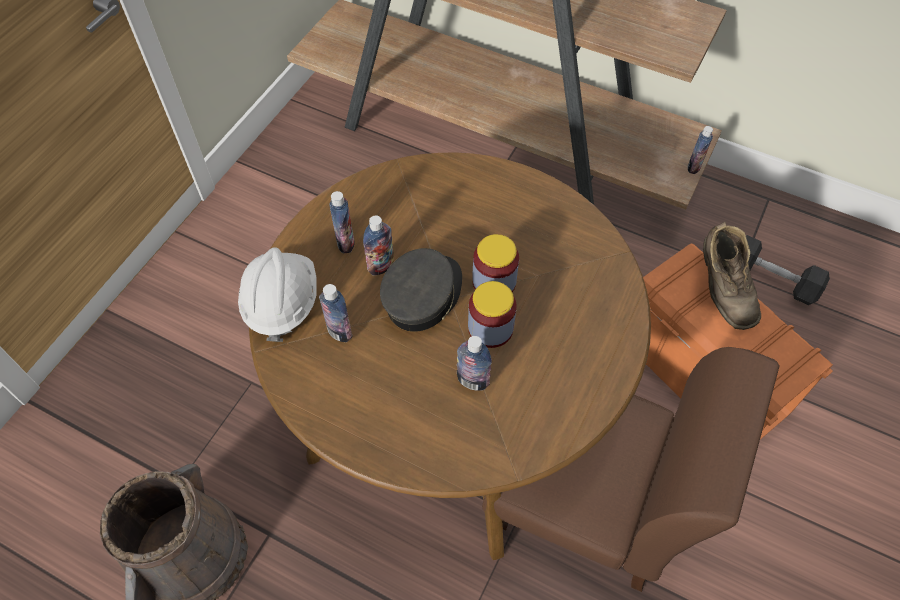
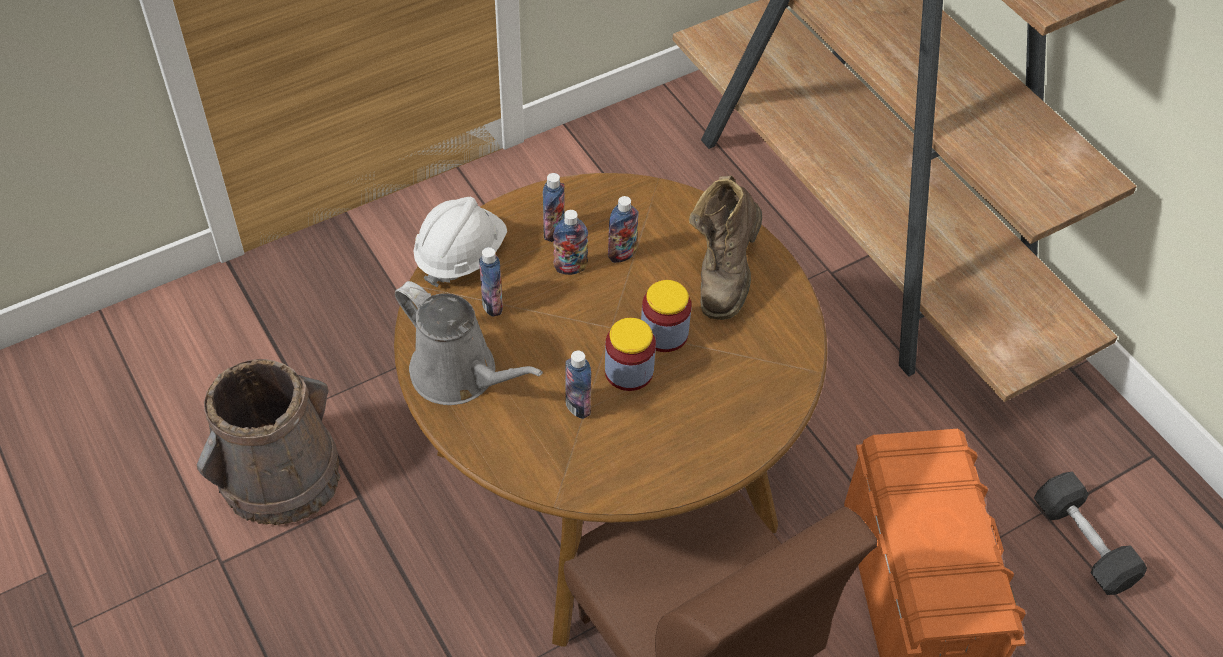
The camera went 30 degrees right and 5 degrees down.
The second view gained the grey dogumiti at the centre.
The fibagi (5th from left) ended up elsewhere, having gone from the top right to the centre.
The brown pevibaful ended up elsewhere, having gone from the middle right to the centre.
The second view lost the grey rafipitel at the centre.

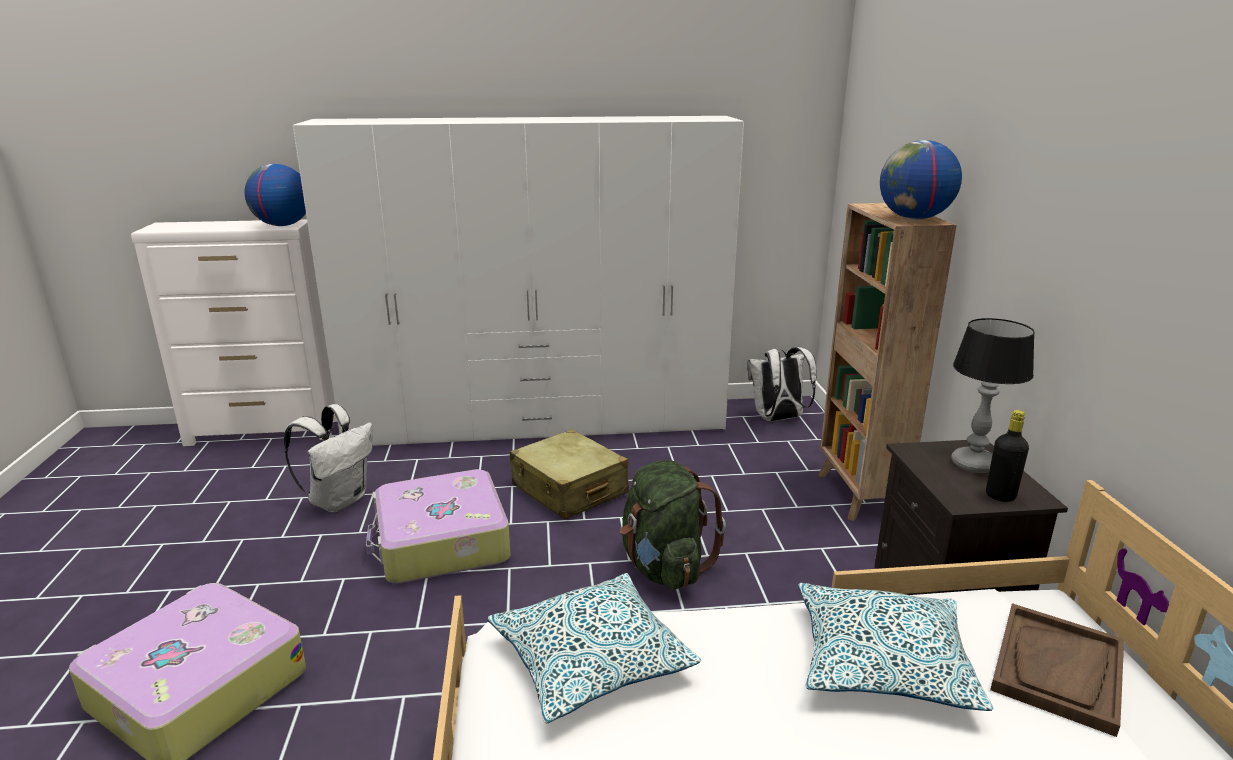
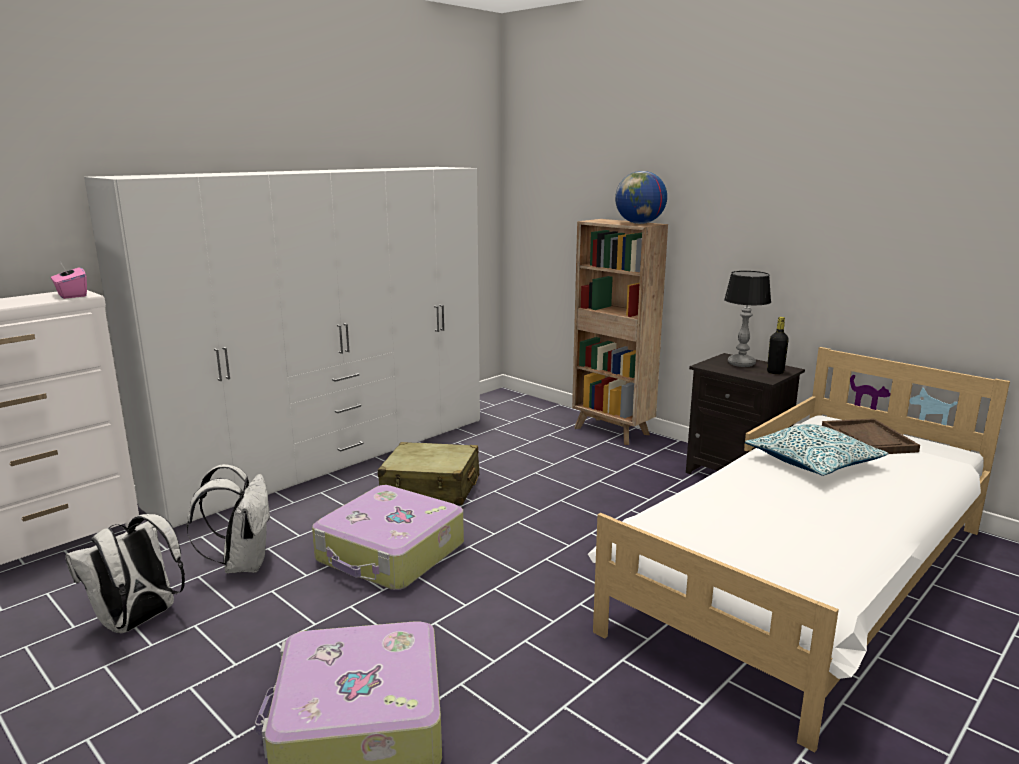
The camera went 40 degrees left and 5 degrees down.
Where the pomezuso (1st from left) stood at the top left, the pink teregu came to stand at the middle left.
The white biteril (2nd from left in the first image) ended up elsewhere, having gone from the centre to the bottom left.
The second view lost the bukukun (1st from left) at the bottom centre.
The second view lost the green biteril at the bottom centre.

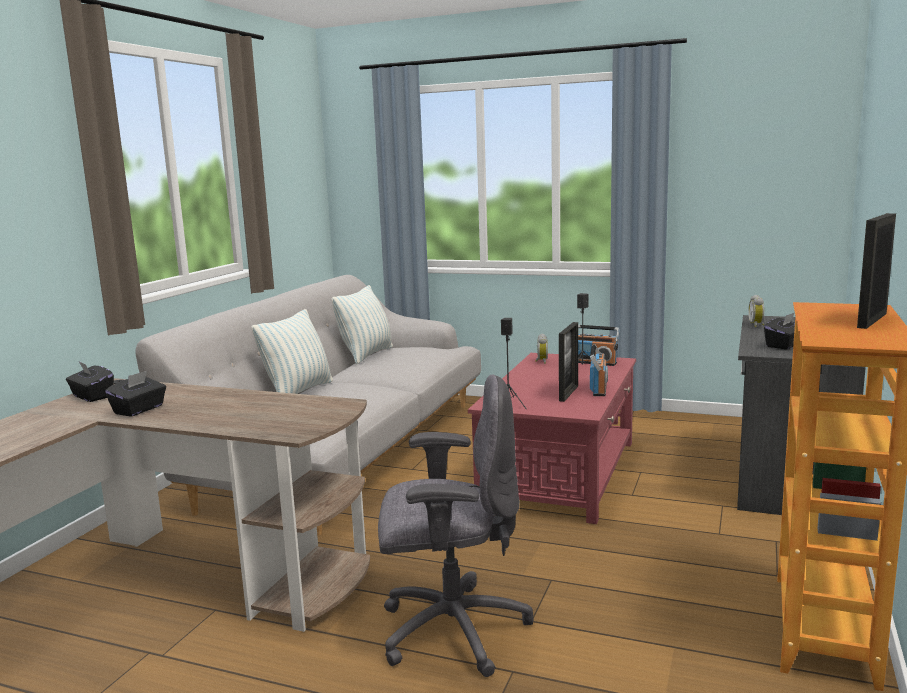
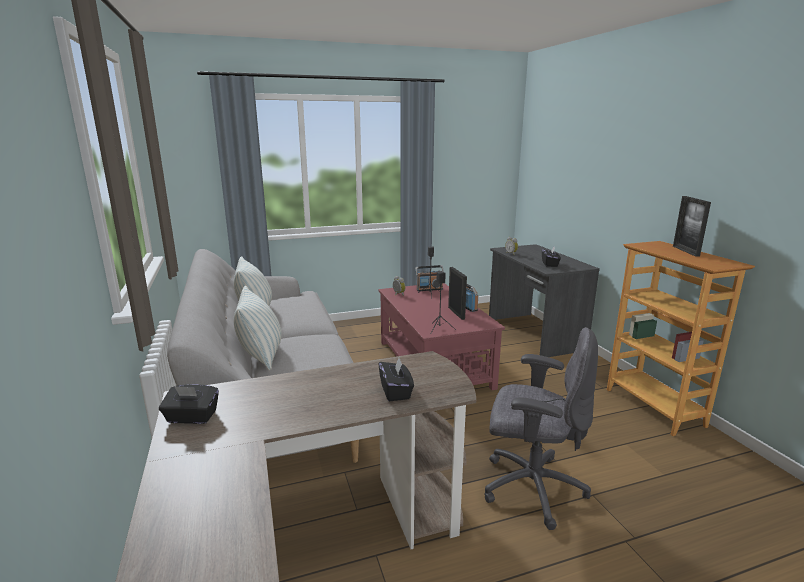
The camera went 40 degrees left and 5 degrees up.
The black teregu (2nd from left) ended up elsewhere, having gone from the middle left to the centre.
The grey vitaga at the bottom centre ended up facing another way, 60 degrees clockwise from before.

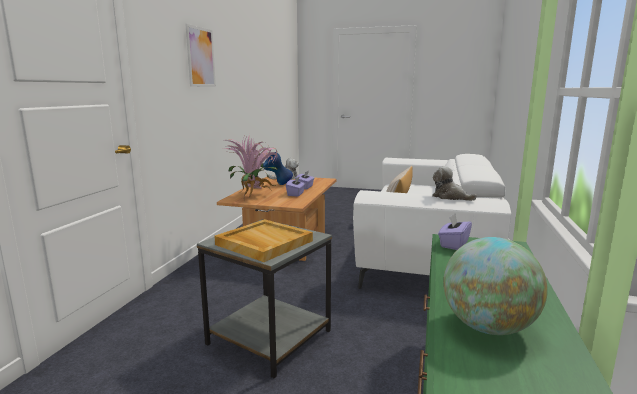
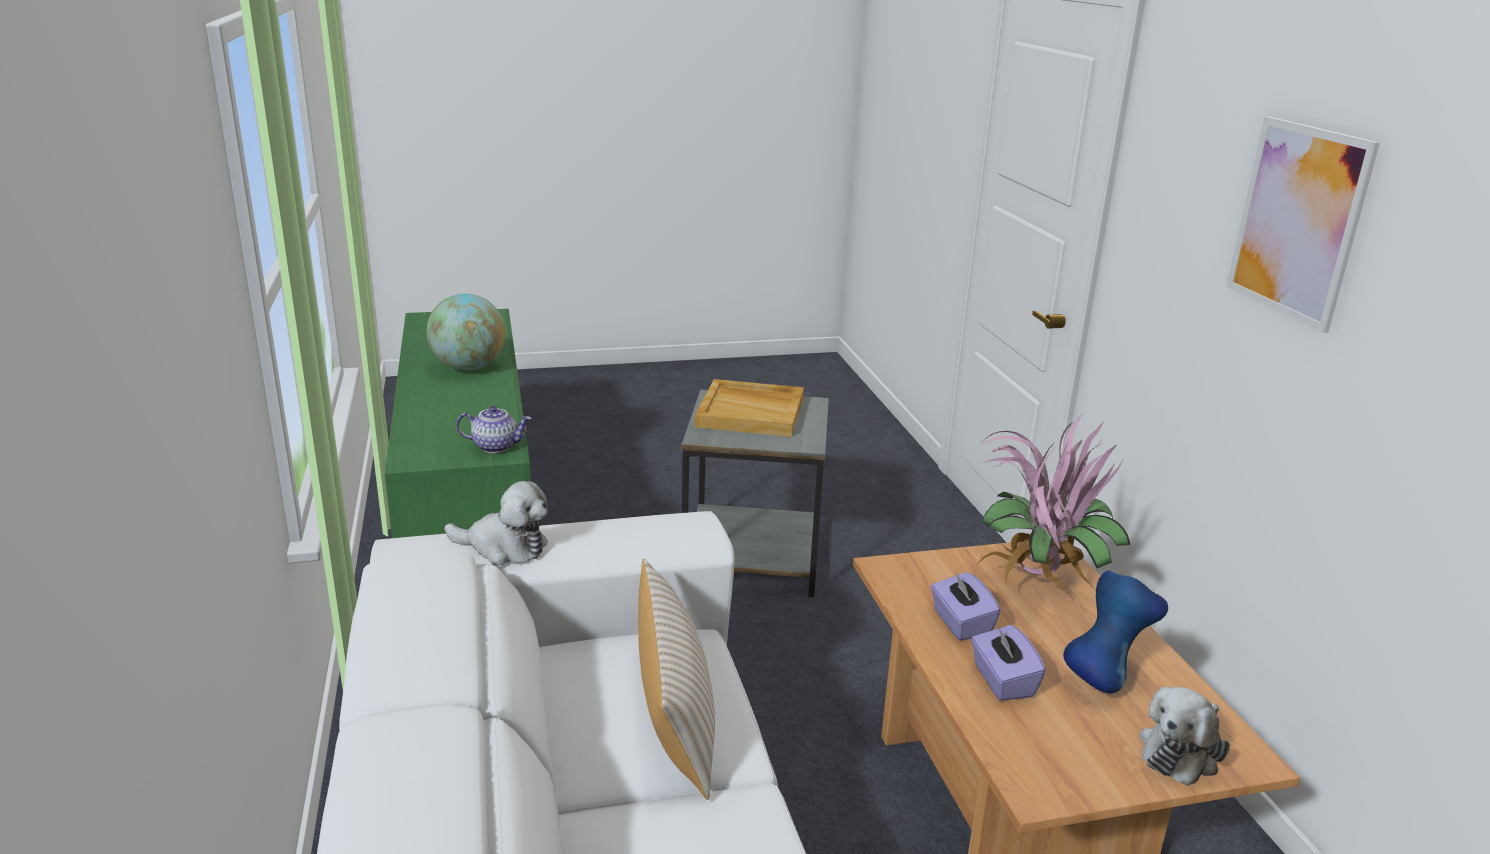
The camera went 150 degrees right and 10 degrees up.
Where the purple teregu (3rd from left) stood at the middle right, the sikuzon came to stand at the middle left.

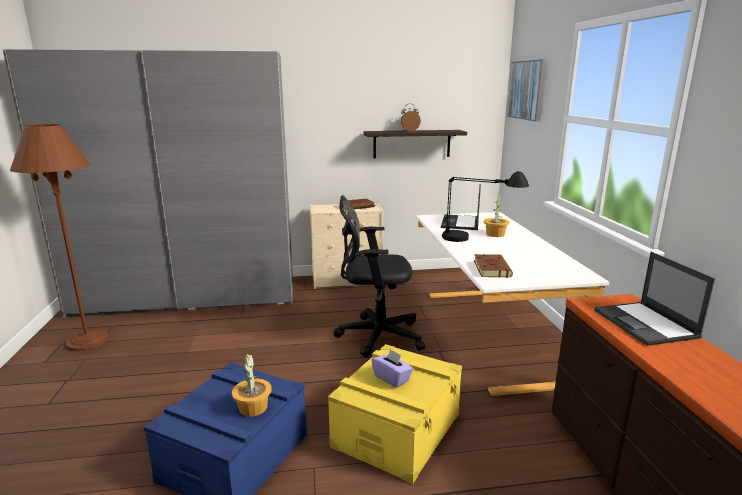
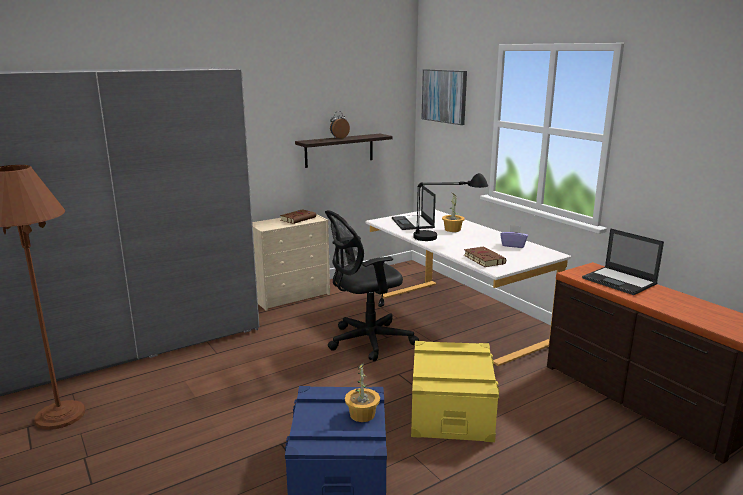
The camera went 25 degrees left and 0 degrees up.
The purple teregu ended up elsewhere, having gone from the bottom centre to the middle right.

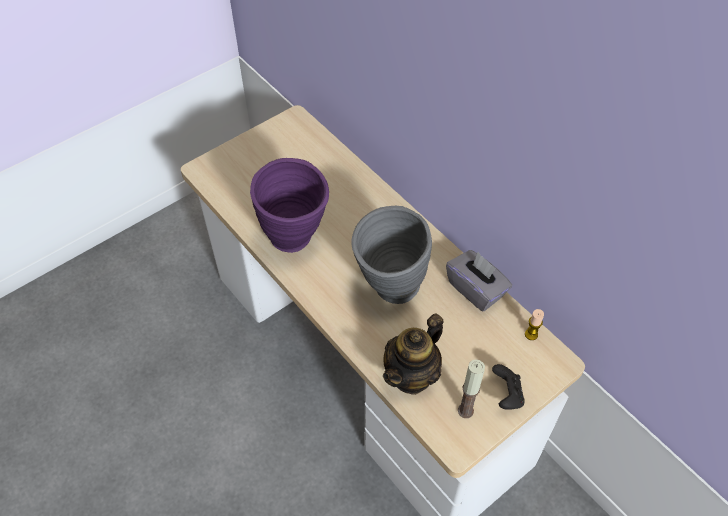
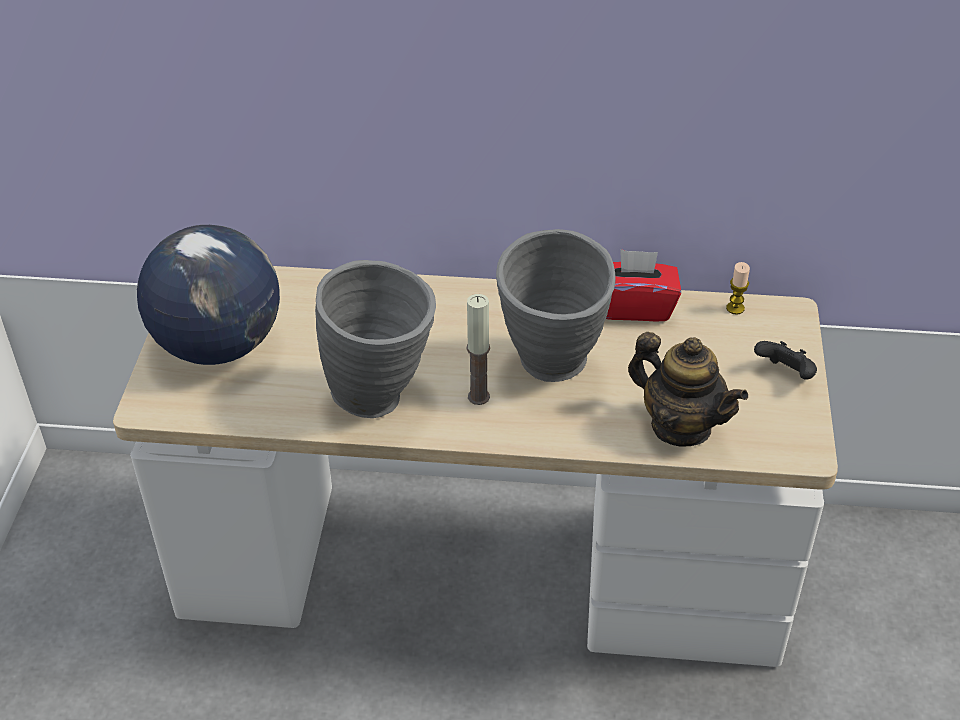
The camera went 45 degrees left and 10 degrees down.
The second view gained the pomezuso at the middle left.
What was the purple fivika at the centre turned into the grey fivika (1st from left) at the centre.
The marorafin (1st from left) ended up elsewhere, having gone from the bottom centre to the centre.
What was the grey teregu at the centre turned into the red teregu at the middle right.
The sikuzon at the bottom centre ended up facing another way, 45 degrees counterclockwise from before.

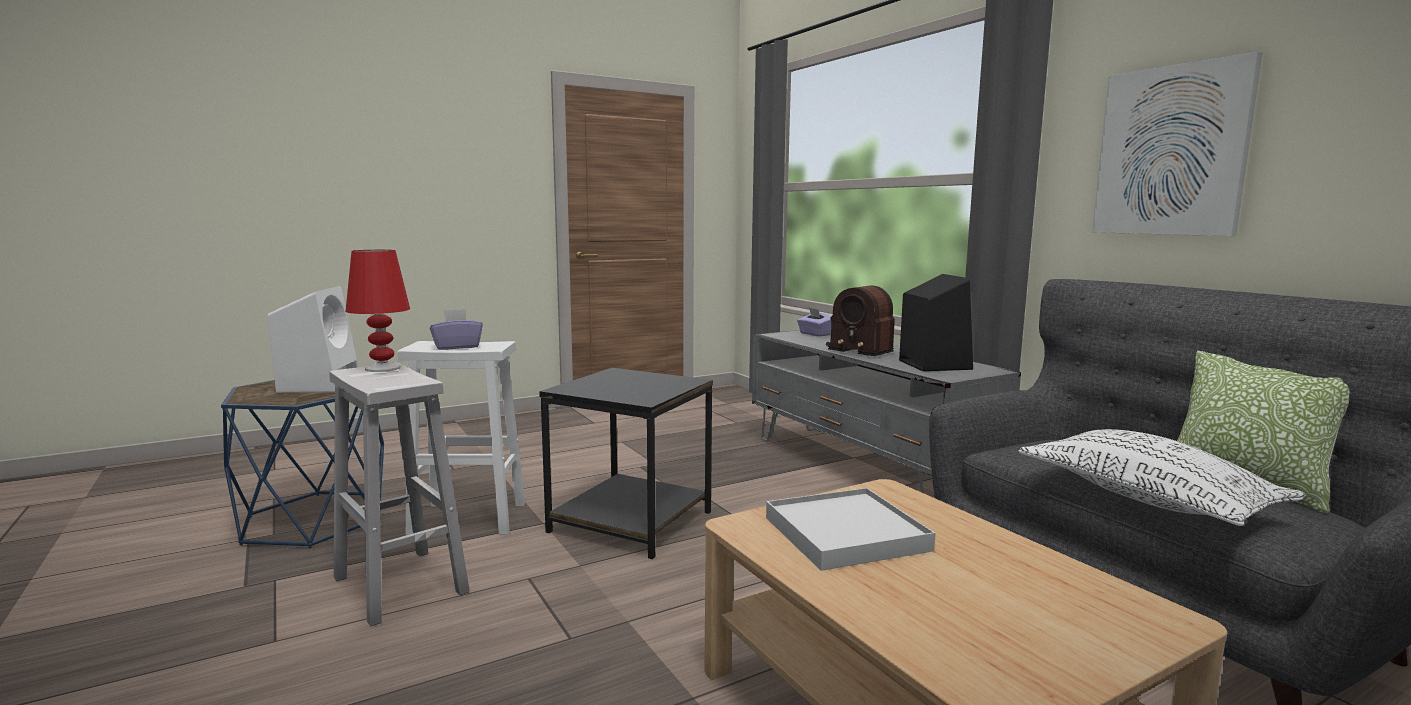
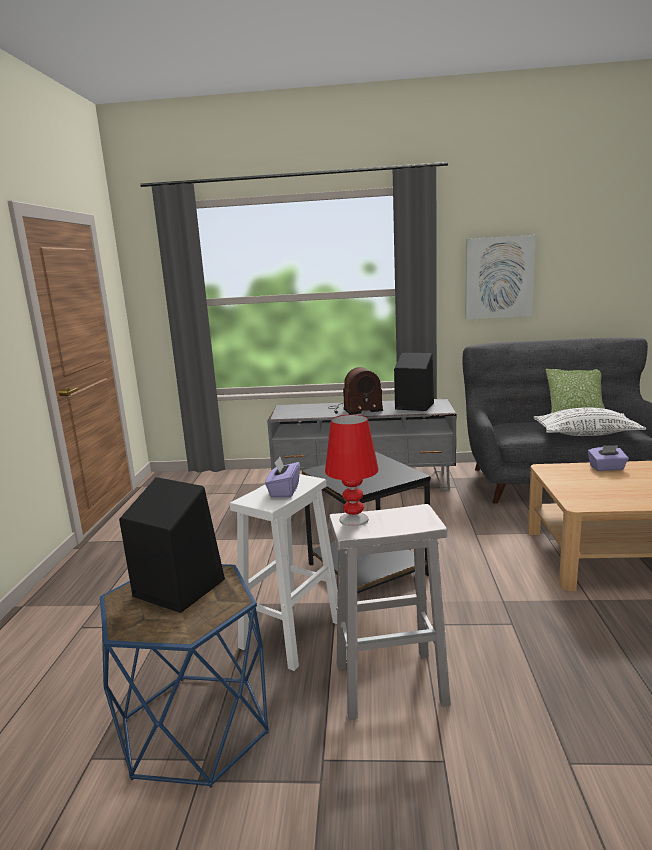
The camera went 55 degrees left and 5 degrees up.
What was the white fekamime at the middle left turned into the black fekamime (1st from left) at the middle left.
The purple teregu (2nd from left) ended up elsewhere, having gone from the centre to the middle right.
The second view lost the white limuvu at the bottom centre.

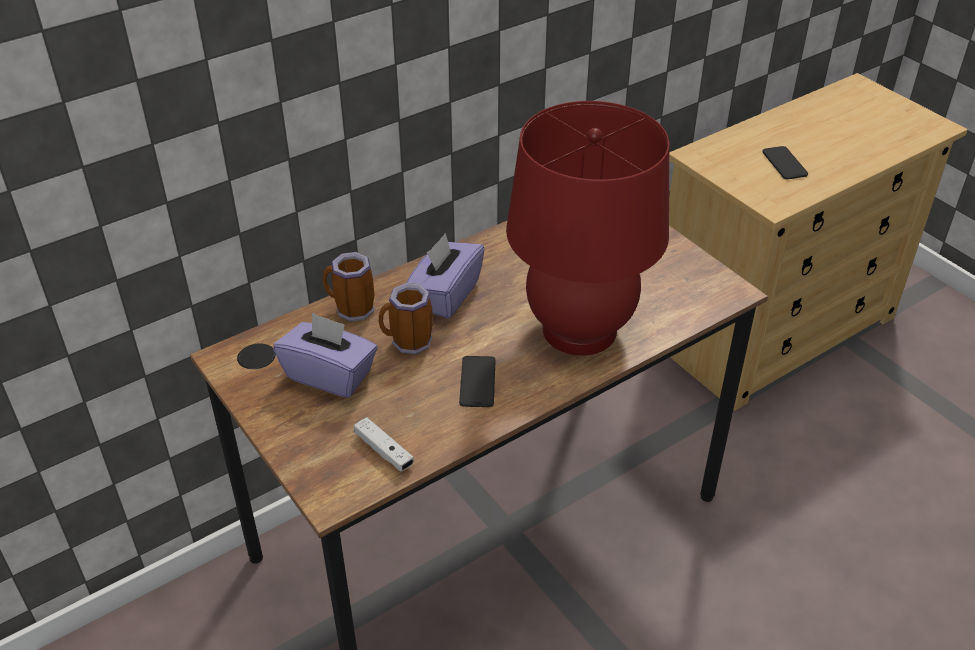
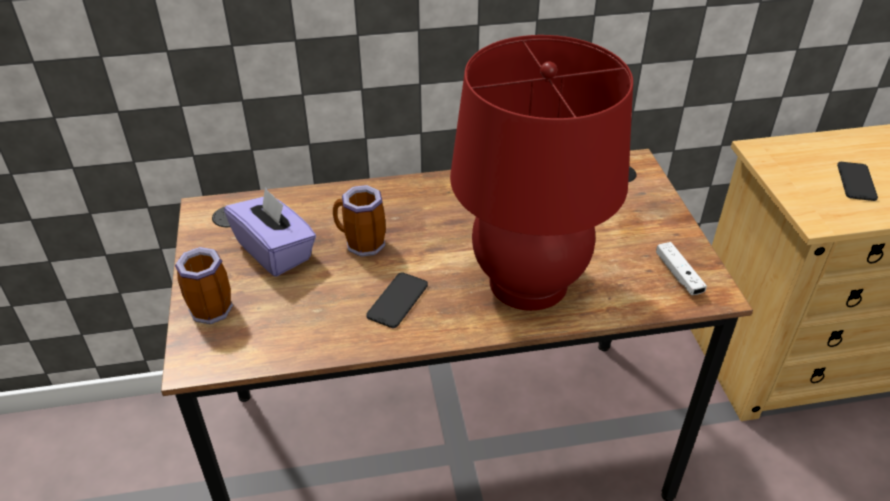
The camera went 25 degrees right and 0 degrees up.
The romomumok (1st from left) ended up elsewhere, having gone from the centre to the middle left.
The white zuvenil ended up elsewhere, having gone from the bottom centre to the middle right.
The second view lost the purple teregu (2nd from left) at the centre.

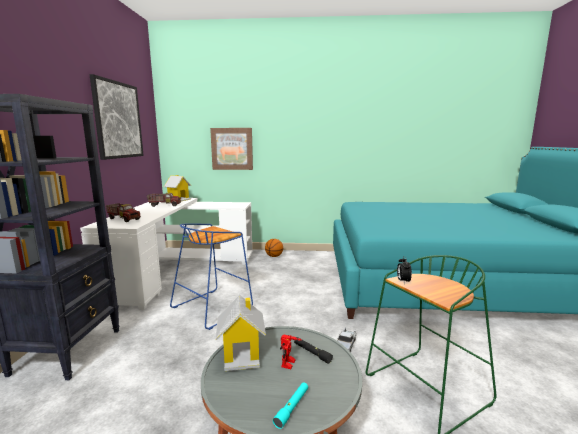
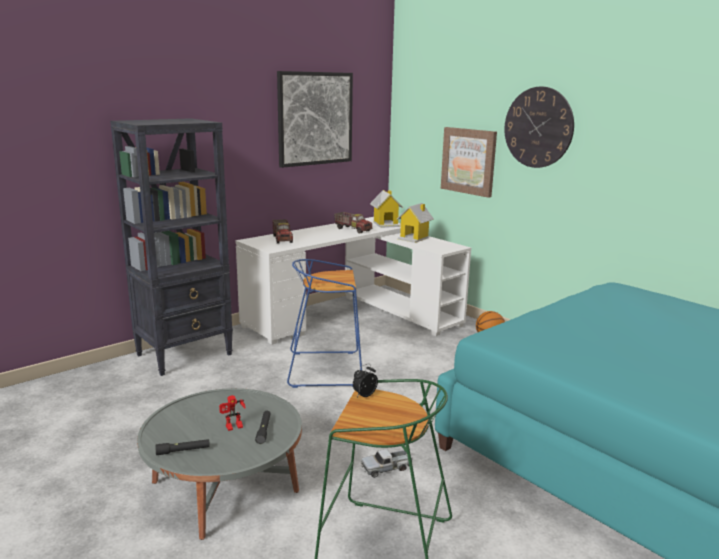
The camera went 45 degrees right and 5 degrees up.
What was the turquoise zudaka at the bottom centre turned into the black zudaka (1st from left) at the bottom left.
The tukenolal (2nd from left) ended up elsewhere, having gone from the bottom centre to the centre.
The second view gained the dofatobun at the top right.

